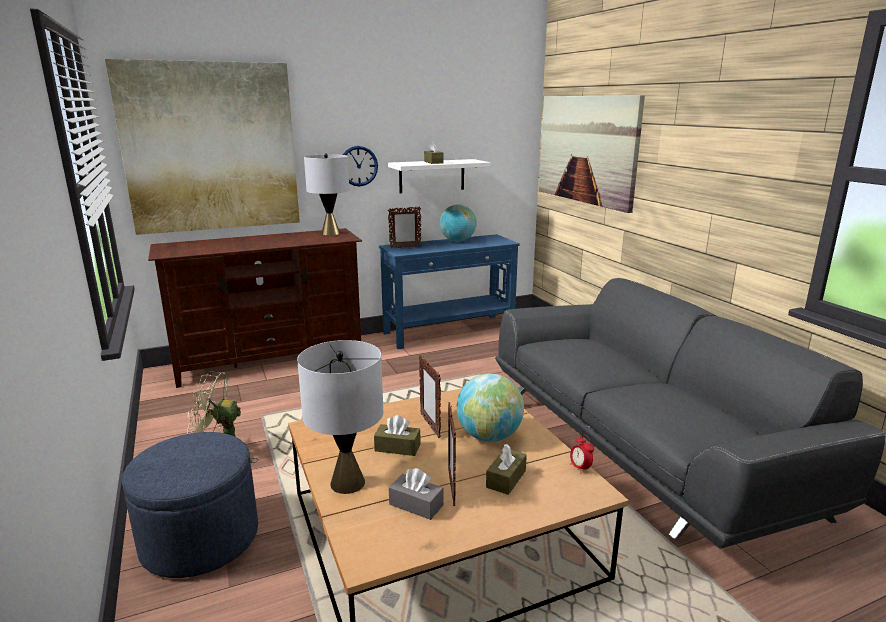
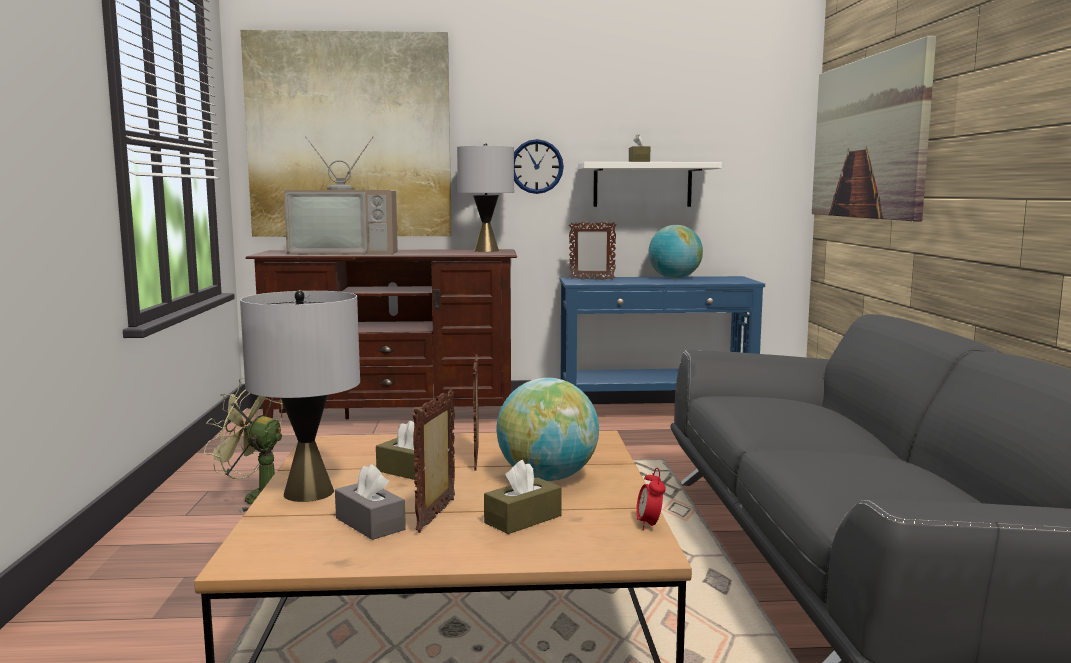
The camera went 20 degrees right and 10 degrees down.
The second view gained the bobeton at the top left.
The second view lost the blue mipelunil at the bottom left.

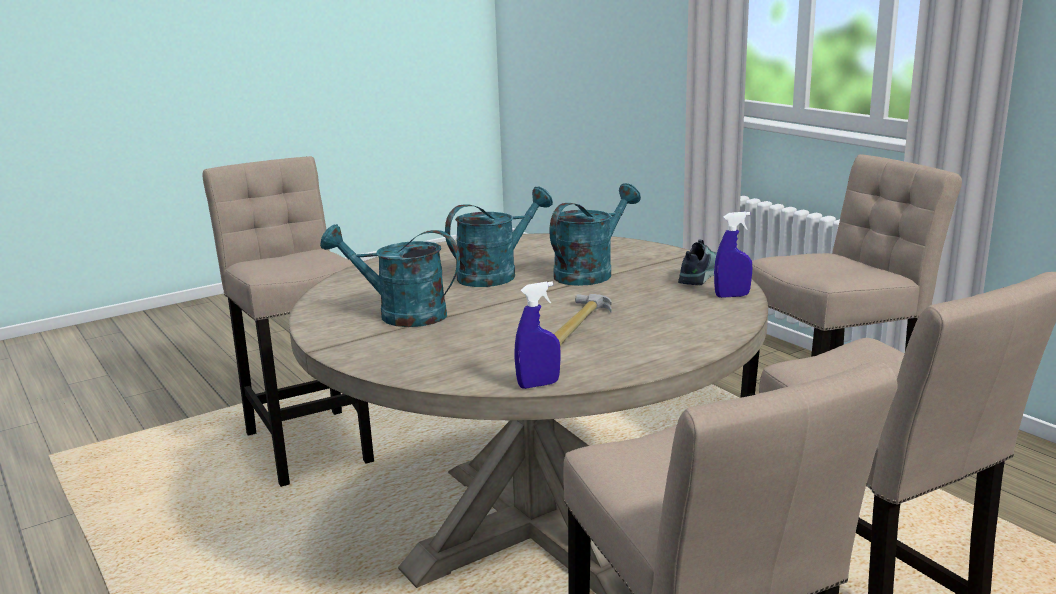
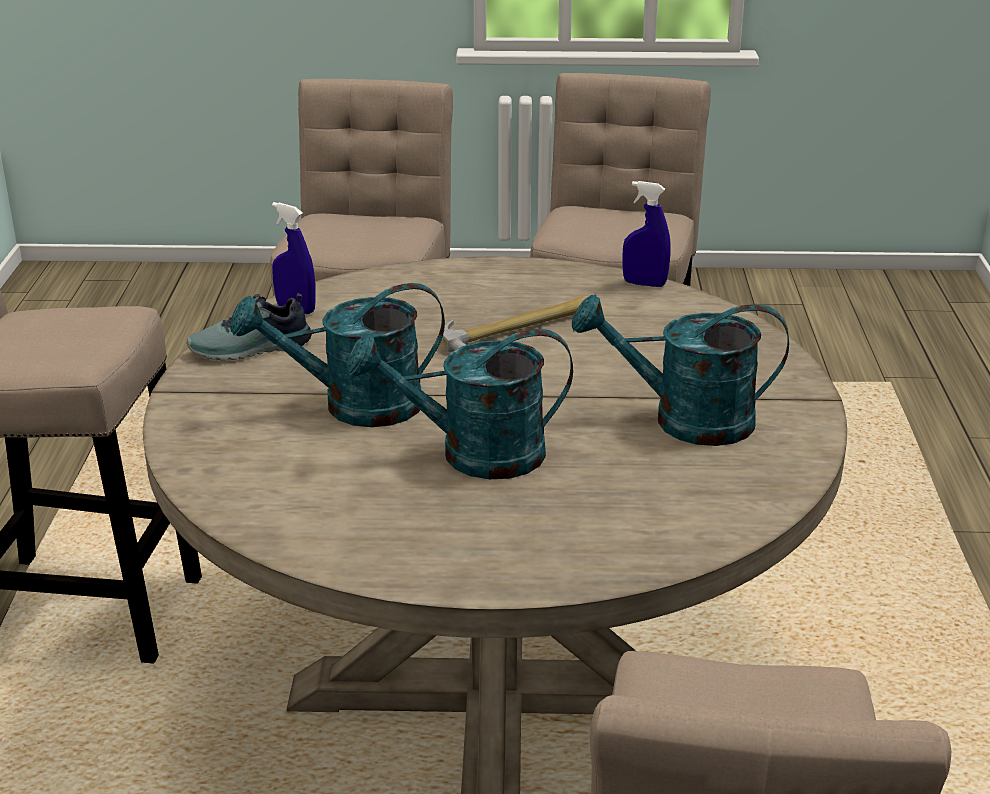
The camera went 145 degrees left and 10 degrees up.
The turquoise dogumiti (1st from left in the first image) at the centre ended up facing another way, 135 degrees clockwise from before.

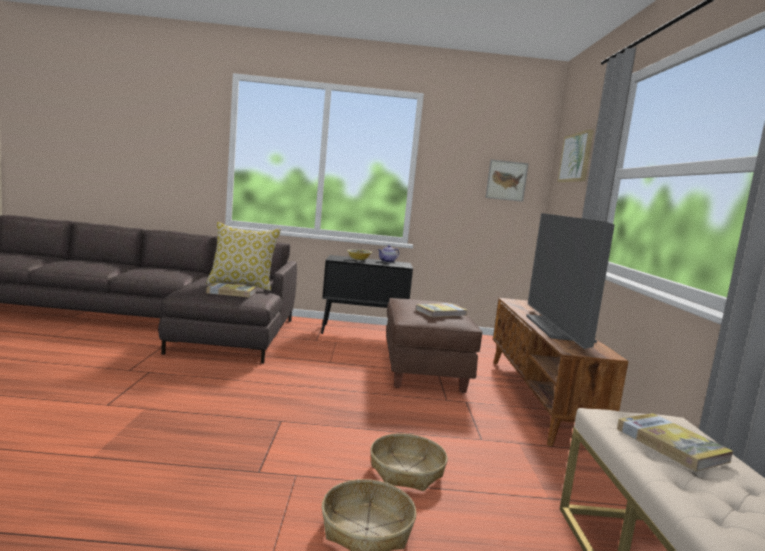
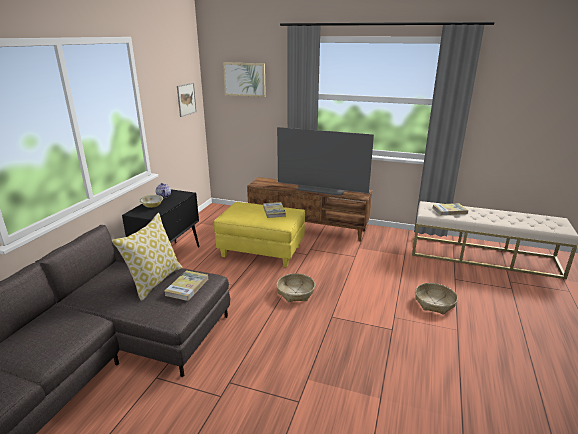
The camera went 70 degrees left and 15 degrees up.
What was the brown mipelunil at the centre turned into the yellow mipelunil at the centre.
The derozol (2nd from left in the first image) ended up elsewhere, having gone from the bottom centre to the centre.

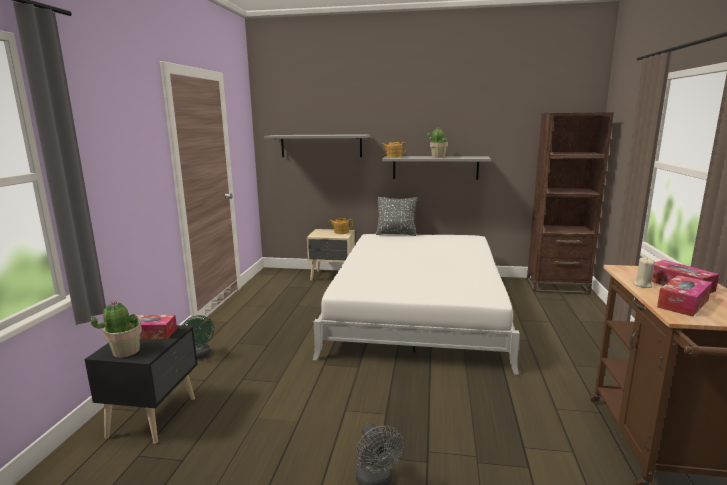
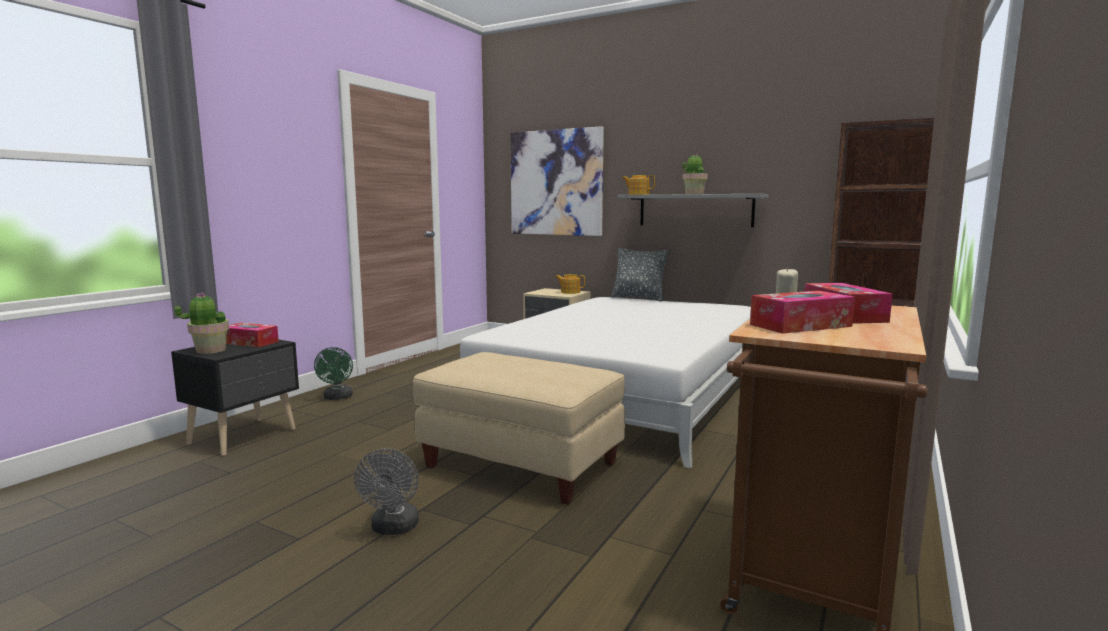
The camera went 20 degrees right and 5 degrees down.
The second view gained the beige mipelunil at the bottom centre.
Where the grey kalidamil (1st from left) hung at the top centre, the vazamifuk came to hang at the top centre.

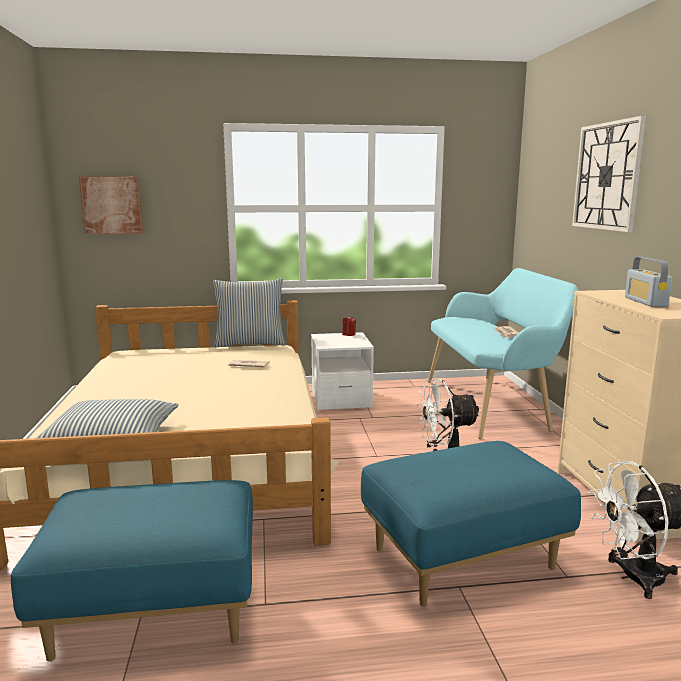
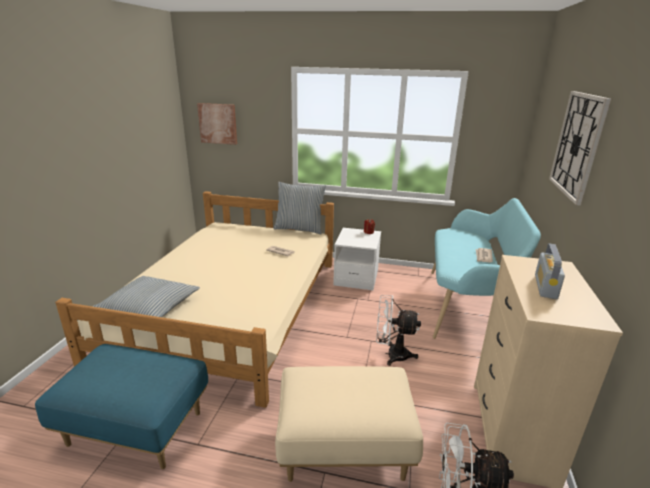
The camera went 20 degrees right and 10 degrees up.
What was the blue mipelunil (2nd from left) at the bottom right turned into the beige mipelunil at the bottom centre.

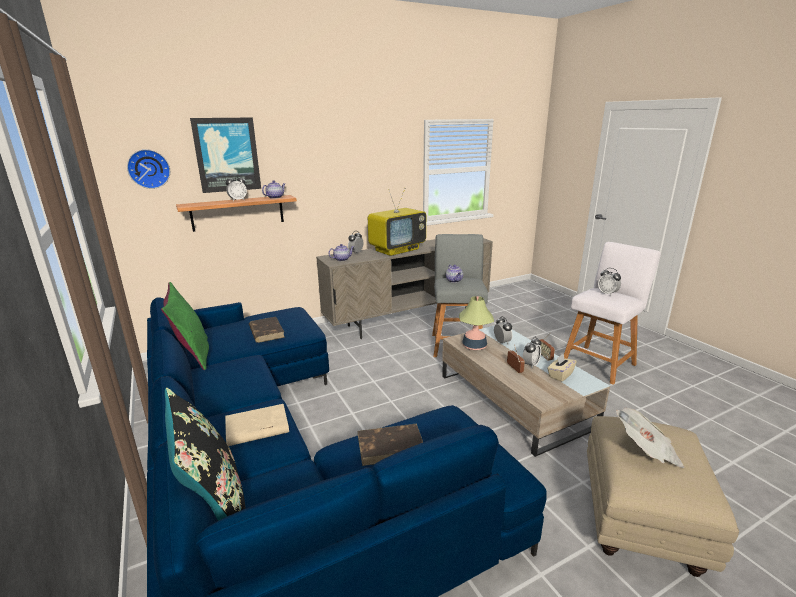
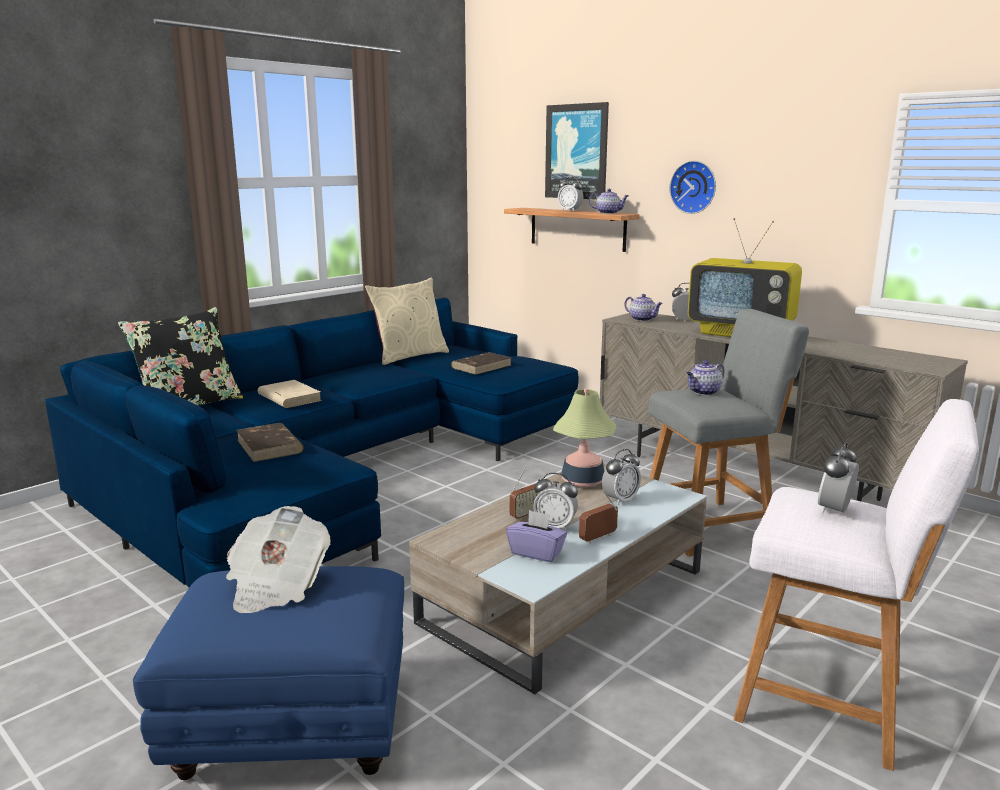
The camera went 70 degrees right and 5 degrees down.
What was the beige mipelunil at the bottom right turned into the blue mipelunil at the bottom left.
What was the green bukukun at the middle left turned into the beige bukukun at the centre.
What was the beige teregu at the middle right turned into the purple teregu at the bottom centre.
The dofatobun ended up elsewhere, having gone from the top left to the top right.

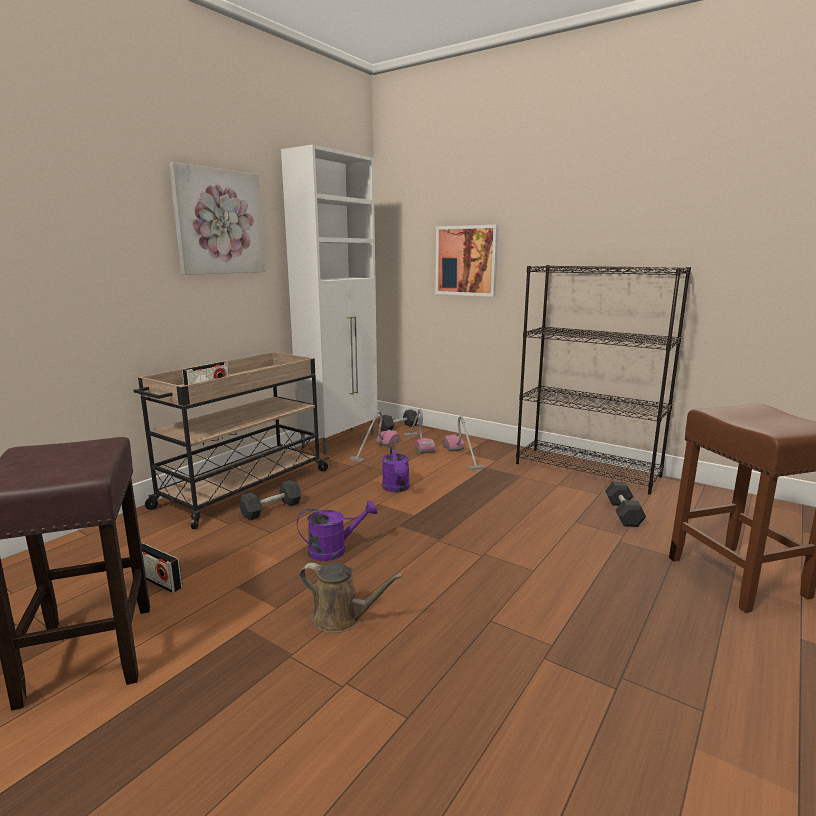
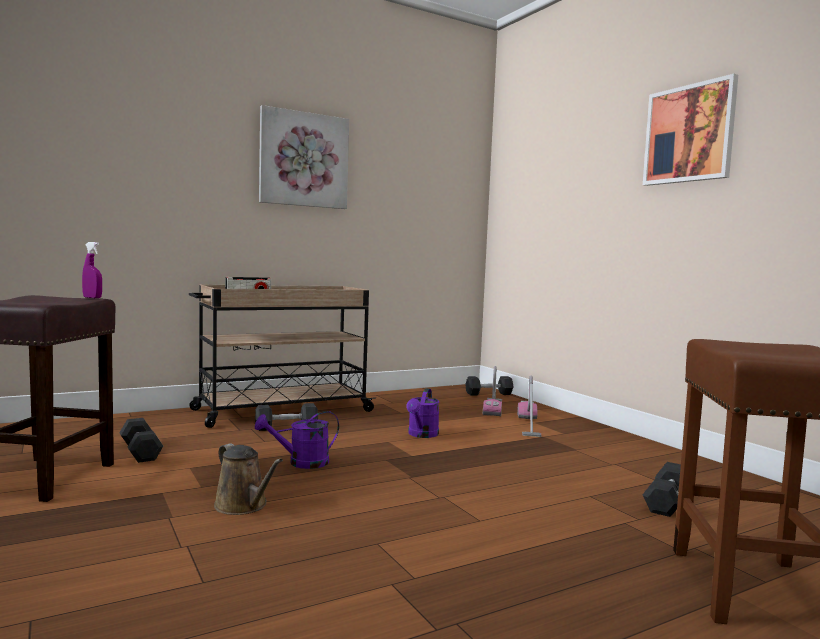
The camera went 25 degrees right and 10 degrees down.
The second view gained the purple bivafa at the middle left.
Where the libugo (1st from left) stood at the bottom left, the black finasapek (1st from left) came to stand at the bottom left.
The purple dogumiti (1st from left) at the centre ended up facing another way, 150 degrees clockwise from before.
The vazamifuk (2nd from left) ended up elsewhere, having gone from the top centre to the top right.
The second view lost the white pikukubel at the centre.
The second view lost the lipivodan (1st from left) at the centre.
The second view lost the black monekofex at the middle right.

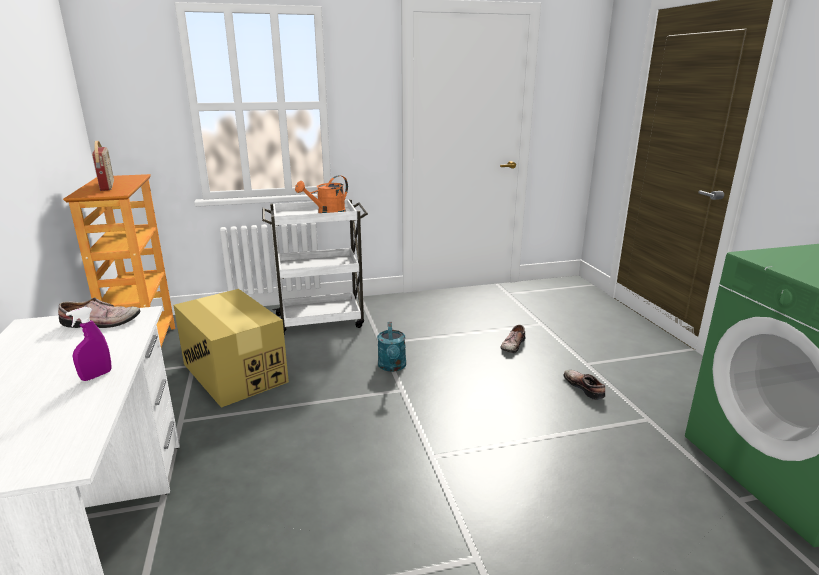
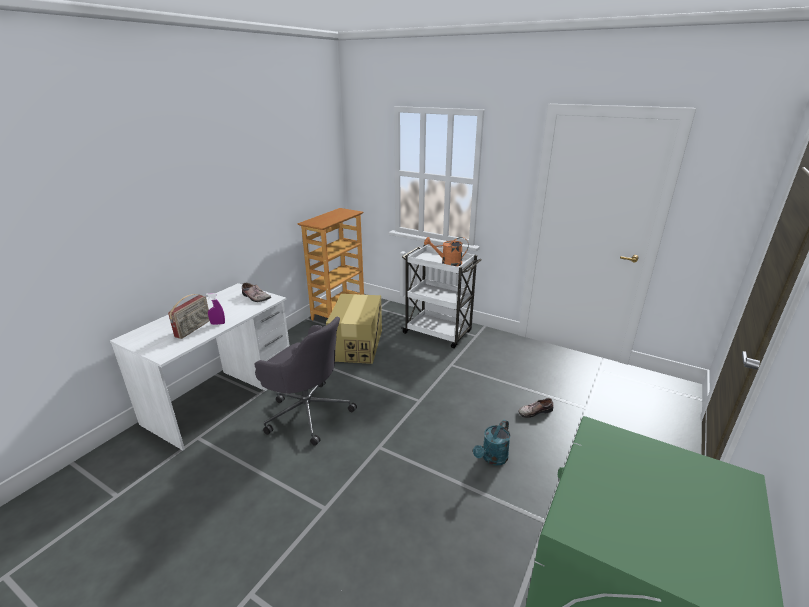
The camera went 45 degrees right and 5 degrees up.
The libugo ended up elsewhere, having gone from the top left to the middle left.
The second view gained the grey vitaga at the centre.
The turquoise dogumiti ended up elsewhere, having gone from the centre to the bottom centre.
The second view lost the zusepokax (3rd from left) at the bottom right.

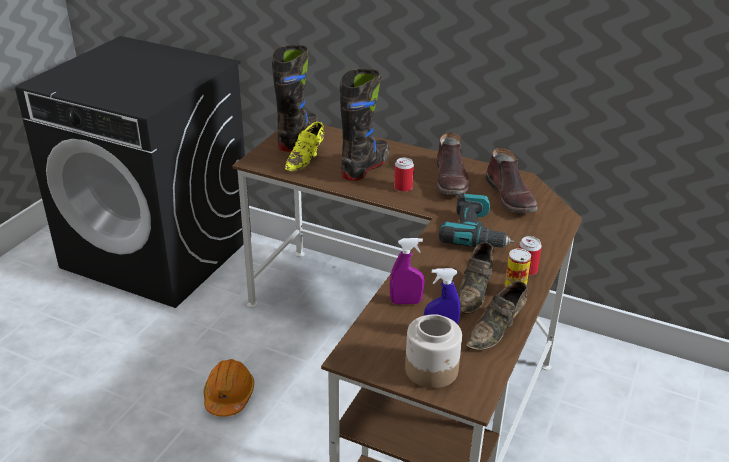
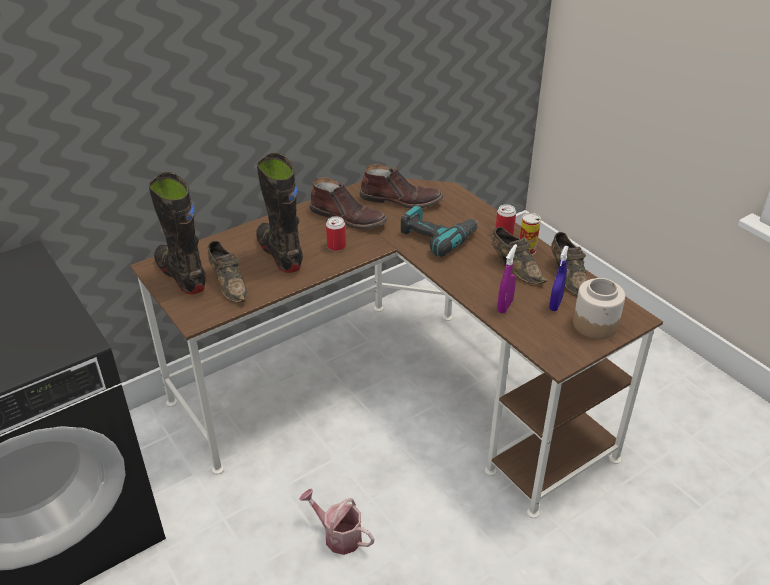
The camera went 60 degrees left and 5 degrees up.
What was the yellow zusepokax at the top centre turned into the brown zusepokax (1st from left) at the middle left.
Where the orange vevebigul stood at the bottom left, the dogumiti came to stand at the bottom centre.

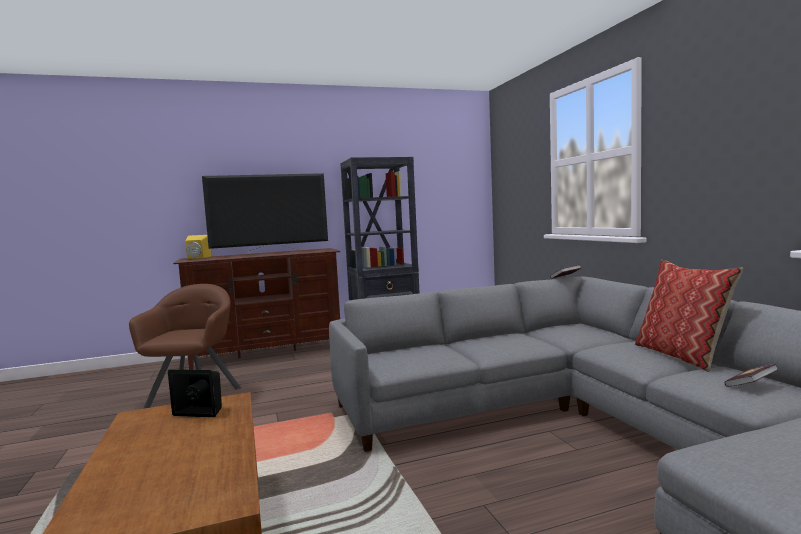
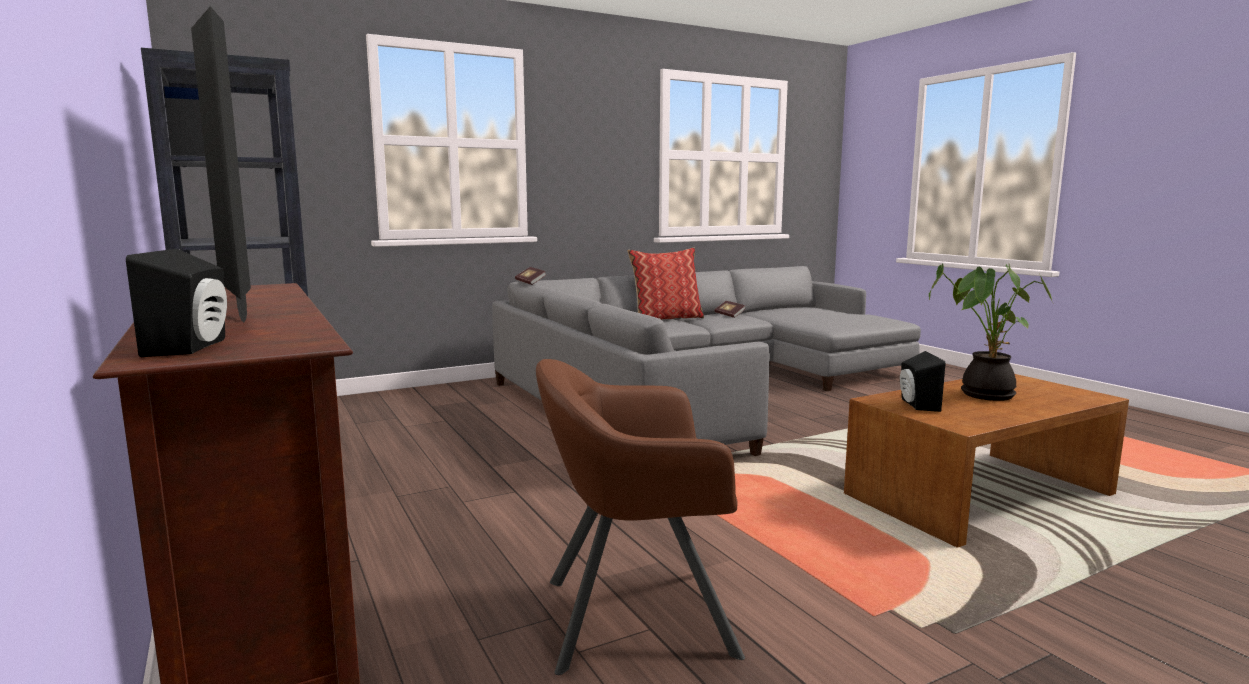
The camera went 100 degrees left and 5 degrees up.
What was the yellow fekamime at the middle left turned into the black fekamime (1st from left) at the middle left.
The second view gained the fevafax at the middle right.

